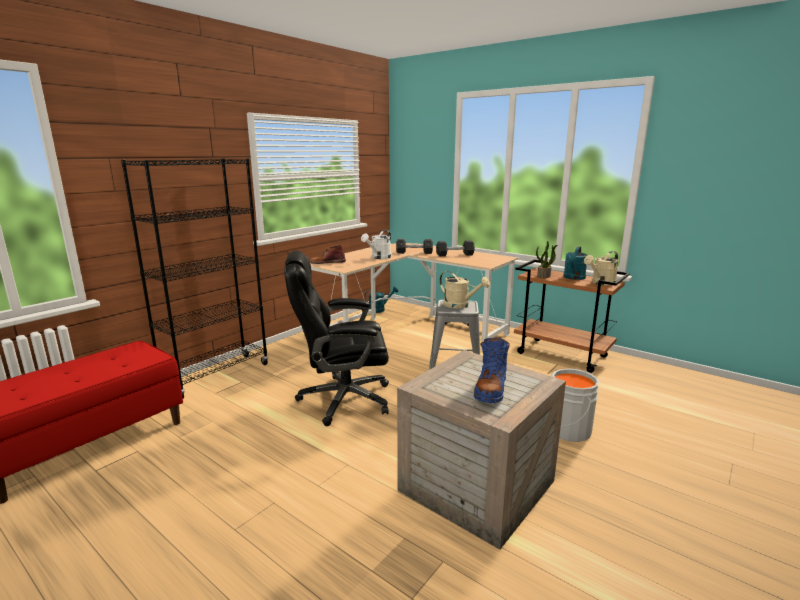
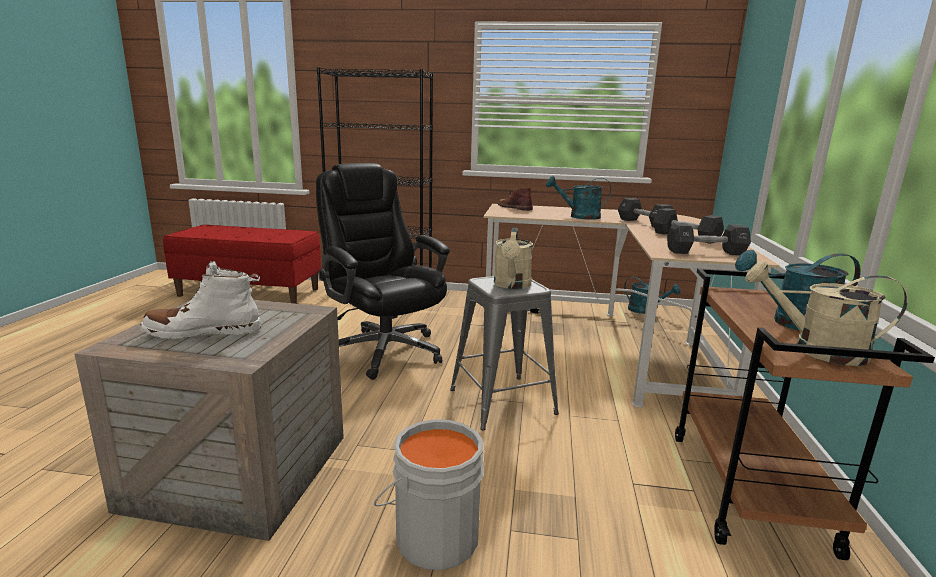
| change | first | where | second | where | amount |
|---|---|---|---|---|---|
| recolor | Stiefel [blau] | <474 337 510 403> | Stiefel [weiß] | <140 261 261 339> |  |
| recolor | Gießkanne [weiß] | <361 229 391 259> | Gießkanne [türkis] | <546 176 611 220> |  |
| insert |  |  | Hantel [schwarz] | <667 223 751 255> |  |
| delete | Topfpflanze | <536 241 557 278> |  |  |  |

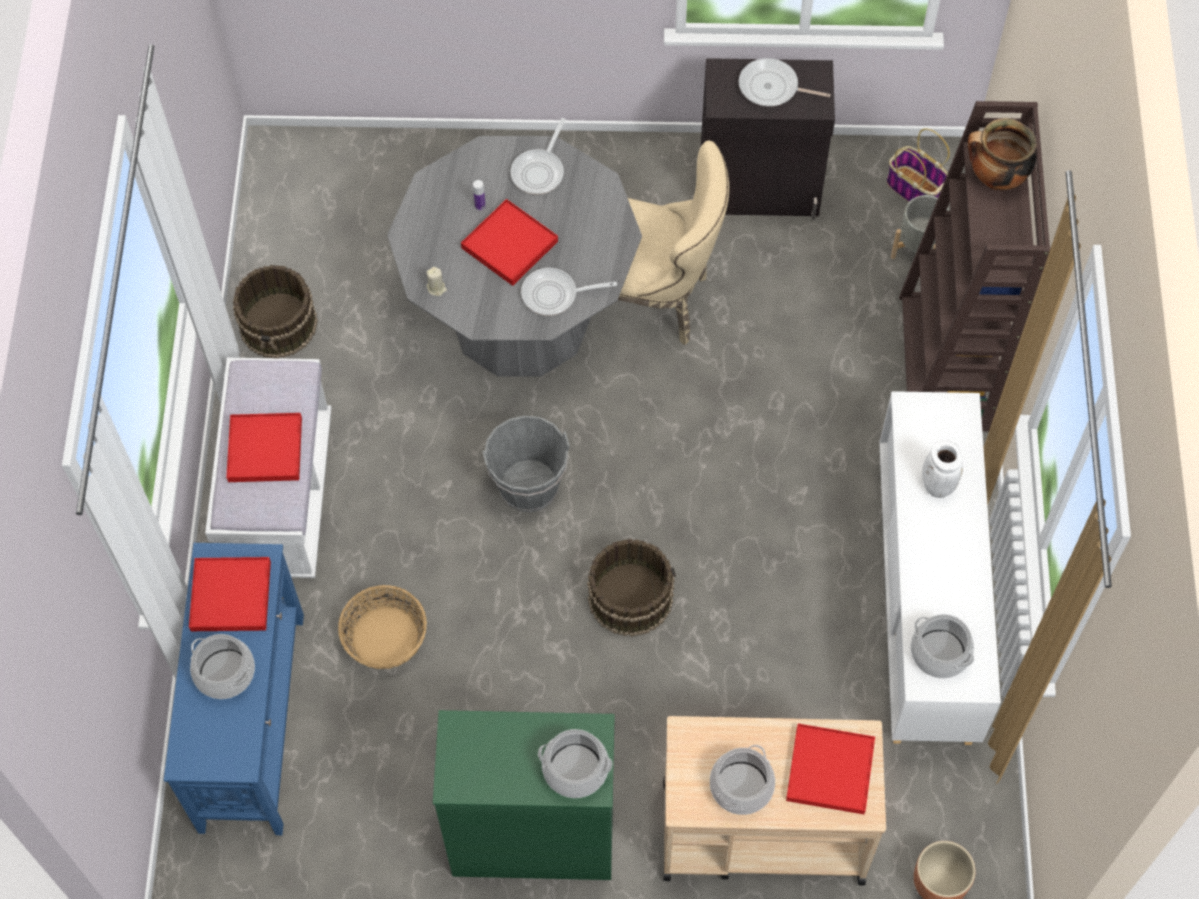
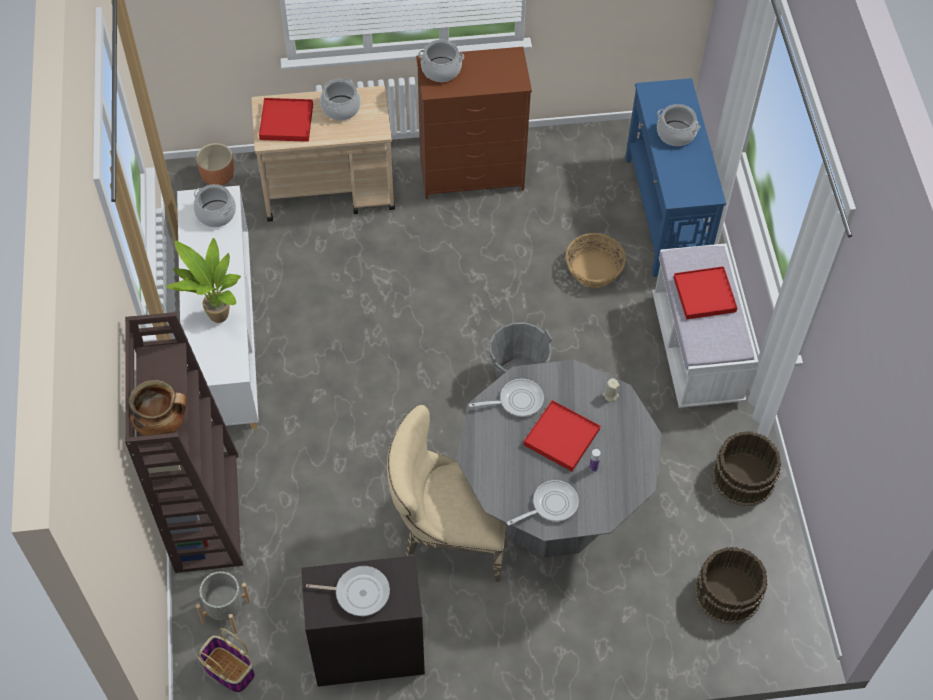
| change | first | where | second | where | amount |
|---|---|---|---|---|---|
| replace | Vase [weiß] | <922 440 963 498> | Topfpflanze | <166 238 241 323> |  |
| recolor | Kommode [grün] | <433 710 615 880> | Kommode [braun] | <416 47 532 199> |  |
| rotate | Pfanne | <511 118 566 195> |  | <507 480 579 526> | 45 degrees clockwise |
| move | Eimer [braun] | <587 539 676 637> |  | <695 547 768 624> |  |
| delete | Tablett [rot] | <189 557 271 631> |  |  |  |

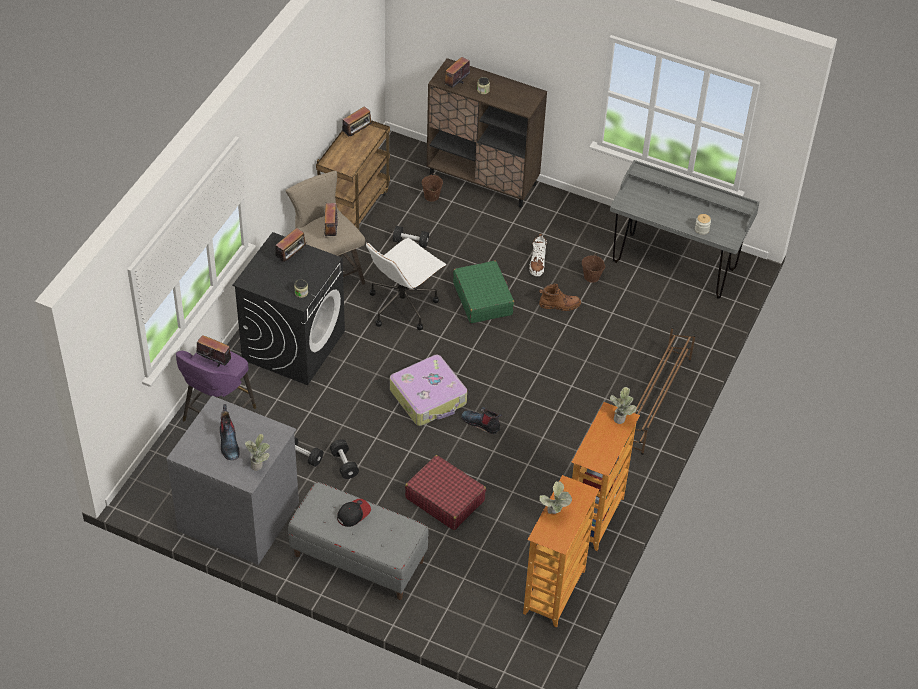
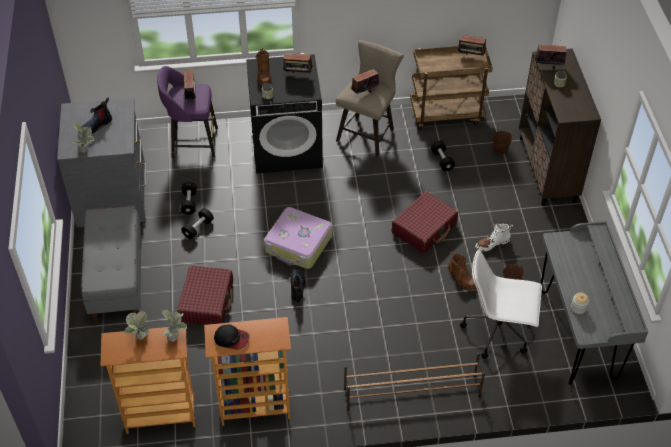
| change | first | where | second | where | amount |
|---|---|---|---|---|---|
| move | Topfpflanze | <610 387 637 424> |  | <161 309 187 342> |  |
| move | Kappe | <337 499 371 527> |  | <214 325 250 350> |  |
| insert |  |  | Stiefel [braun] | <255 48 271 86> |  |
| recolor | Koffer [grün] | <453 261 514 323> | Koffer [rot] | <392 192 458 253> |  |
| move | Bürostuhl [weiß] | <366 238 446 330> |  | <460 249 542 359> |  |

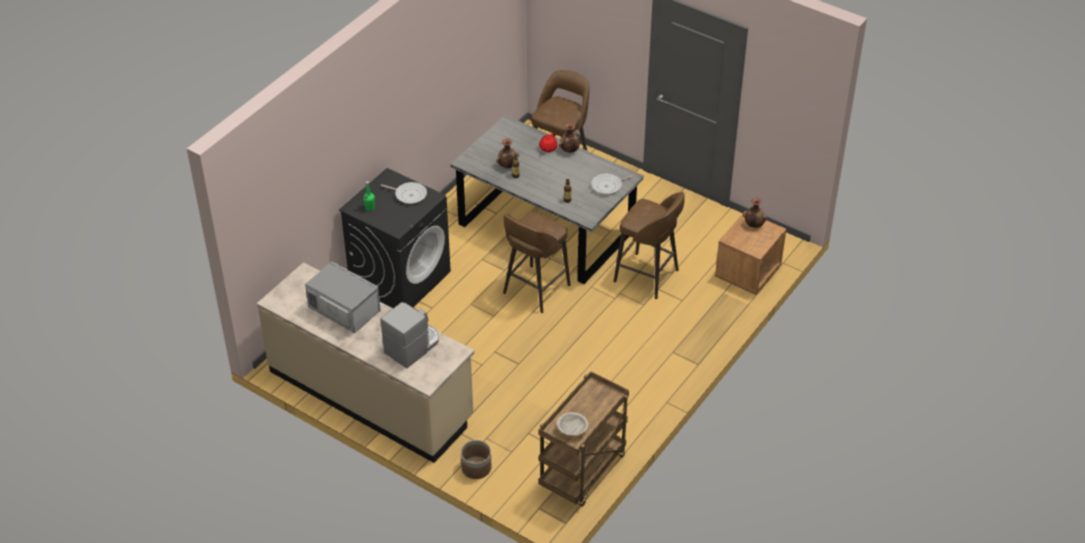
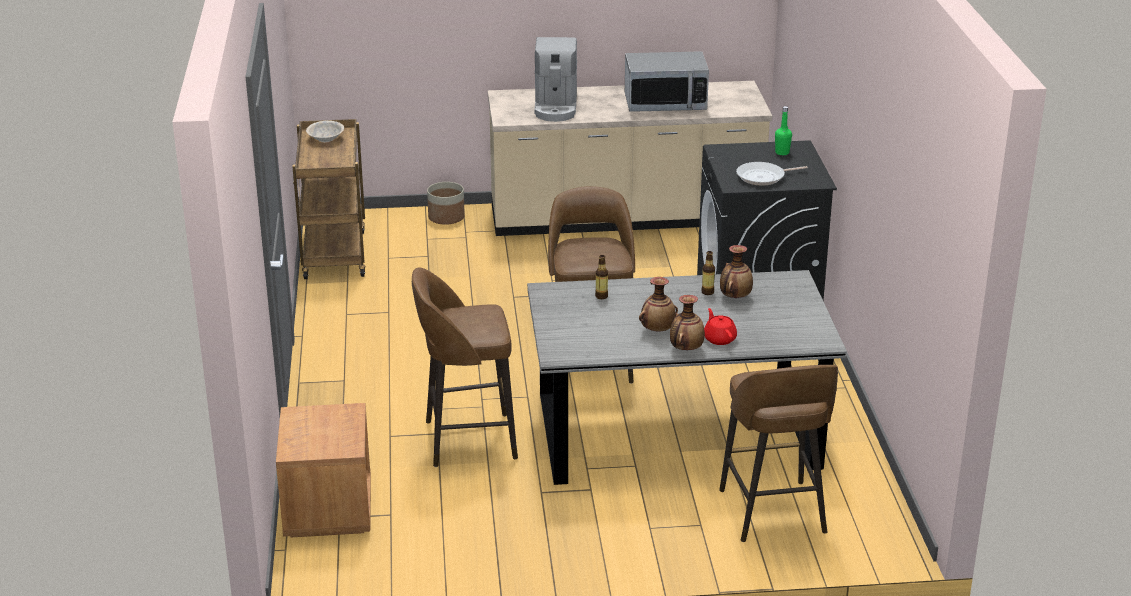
| change | first | where | second | where | amount |
|---|---|---|---|---|---|
| move | Vase | <743 198 767 228> |  | <639 277 678 332> |  |
| delete | Pfanne | <591 173 636 195> |  |  |  |

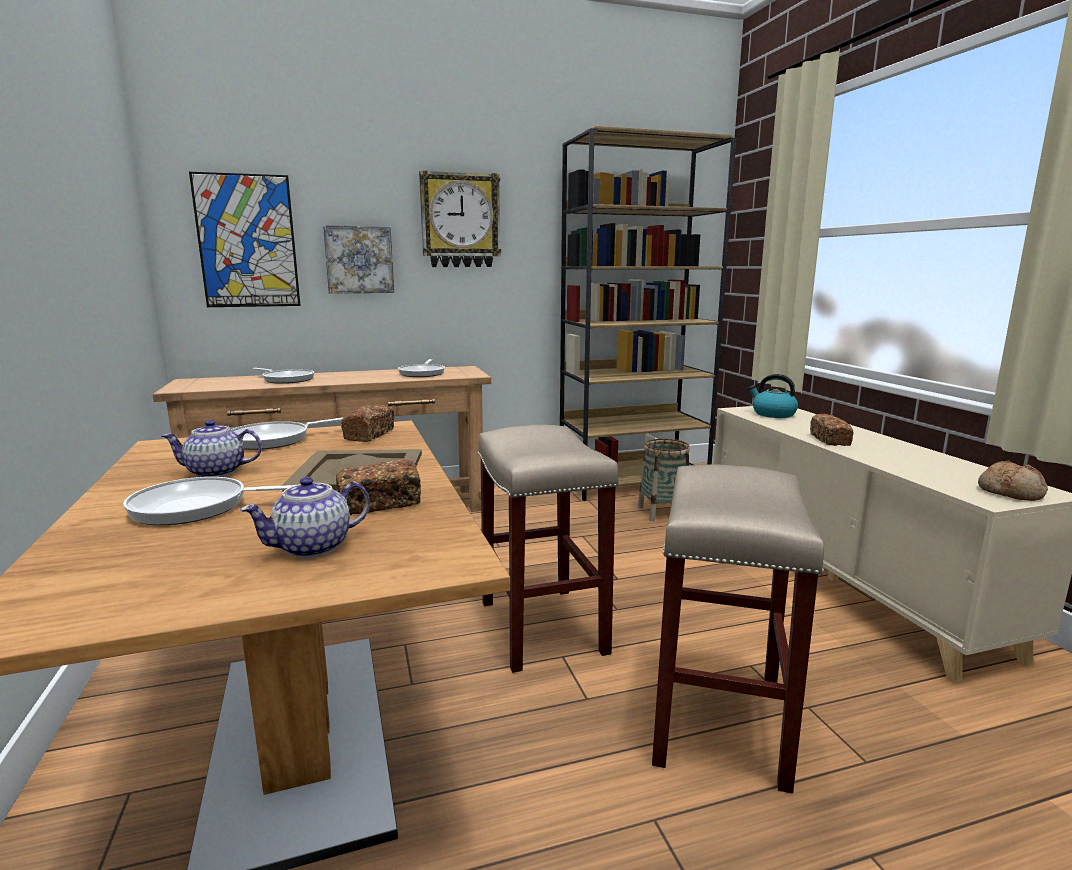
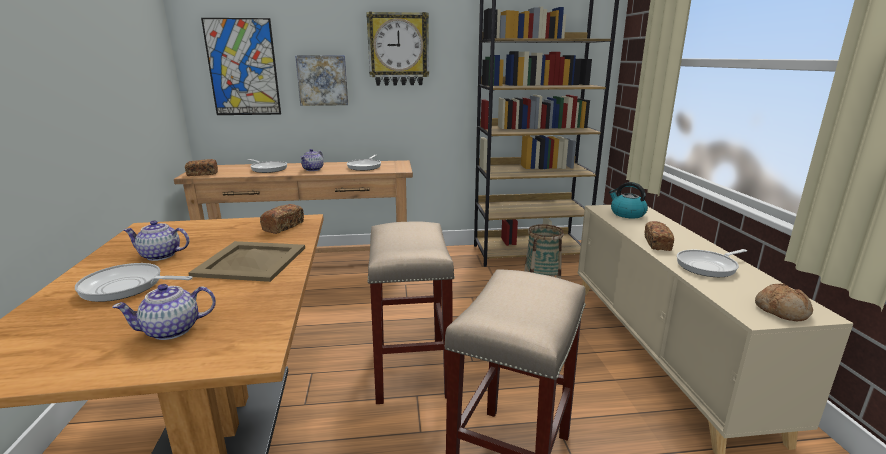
| change | first | where | second | where | amount |
|---|---|---|---|---|---|
| move | Brot | <336 459 421 515> |  | <185 159 218 176> |  |
| insert |  |  | Teekanne | <300 149 324 171> |  |
| move | Pfanne | <231 418 343 450> |  | <677 249 747 277> |  |

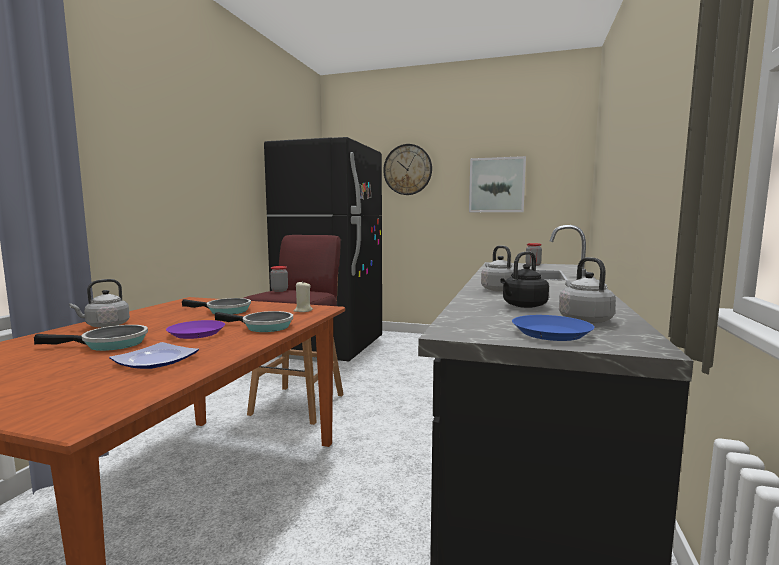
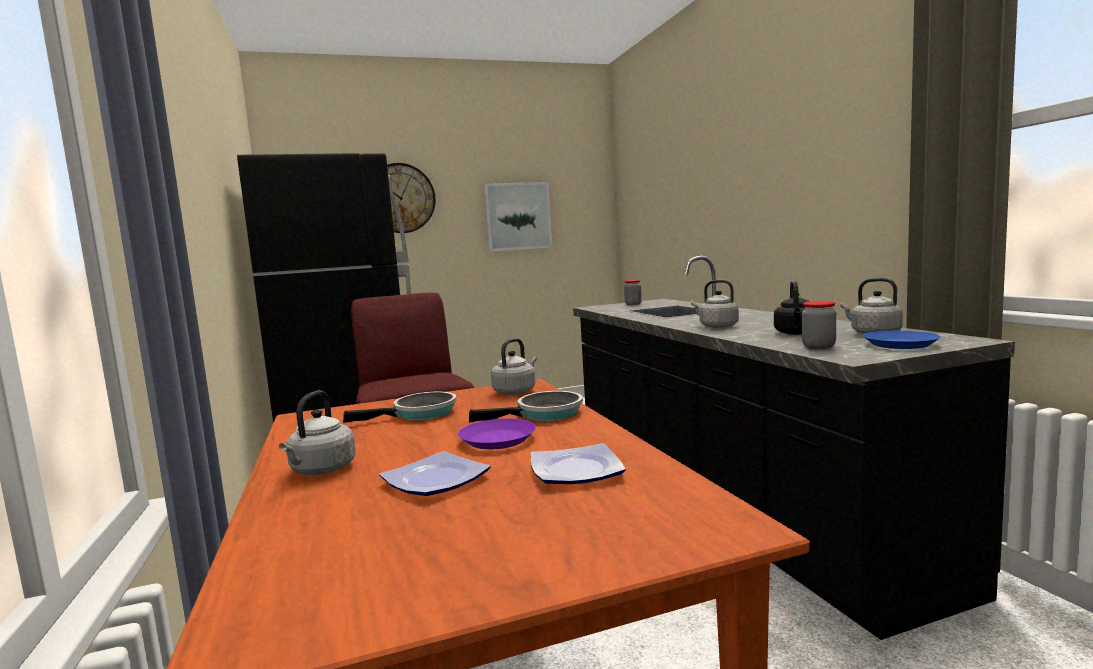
| change | first | where | second | where | amount |
|---|---|---|---|---|---|
| replace | Pfanne | <34 325 148 351> | Teller | <379 451 491 496> |  |
| replace | Kerze [beige] | <294 281 313 312> | Wasserkessel [grau] | <491 338 537 395> |  |
| move | Vorratsglas | <270 266 288 292> |  | <802 301 836 349> |  |

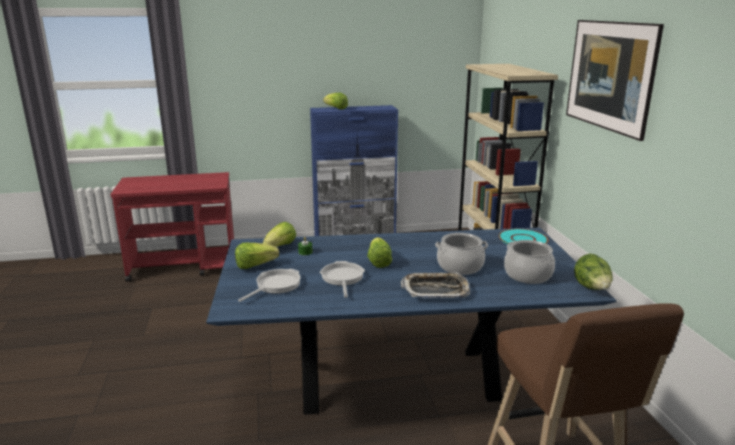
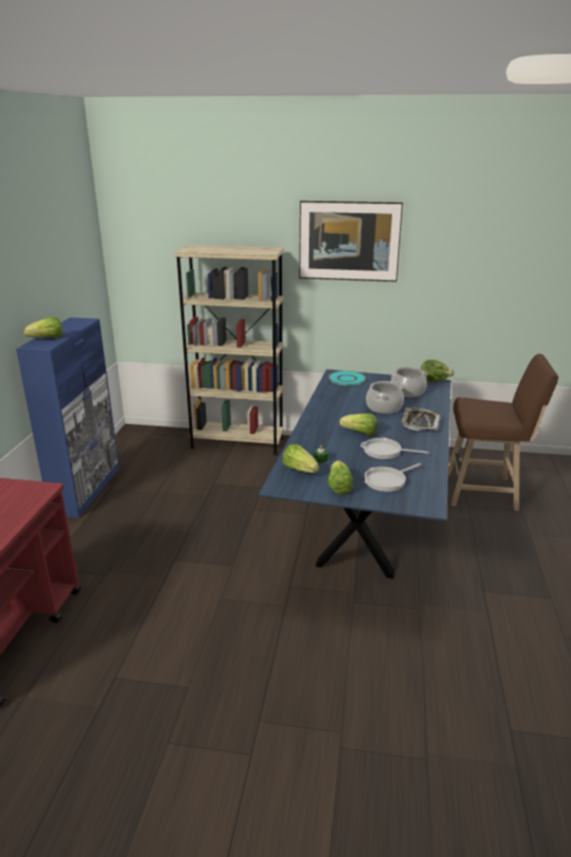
| change | first | where | second | where | amount |
|---|---|---|---|---|---|
| rotate | Pfanne | <238 269 300 302> |  | <365 463 421 492> | 90 degrees counterclockwise |

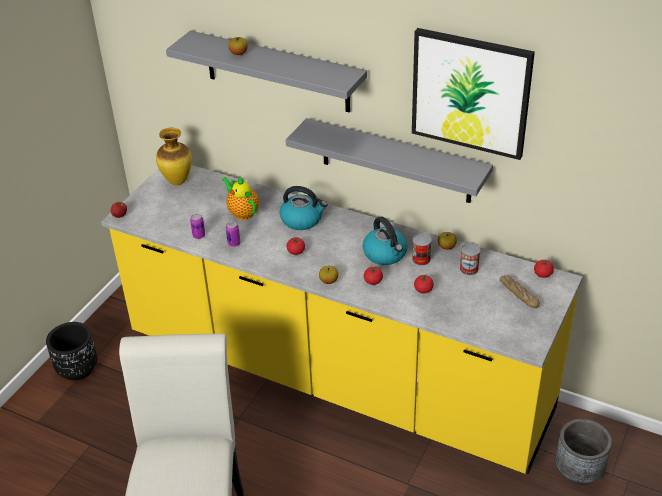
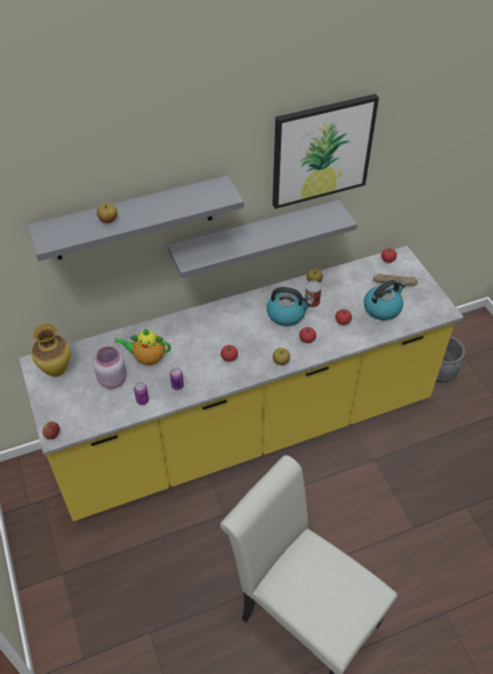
| change | first | where | second | where | amount |
|---|---|---|---|---|---|
| insert |  |  | Vorratsglas [rosa] | <93 347 127 389> |  |
| move | Wasserkessel | <280 186 328 230> |  | <364 280 406 320> |  |
| delete | Pflanzkübel [schwarz] | <46 322 97 381> |  |  |  |
| delete | Dose | <460 243 480 275> |  |  |  |

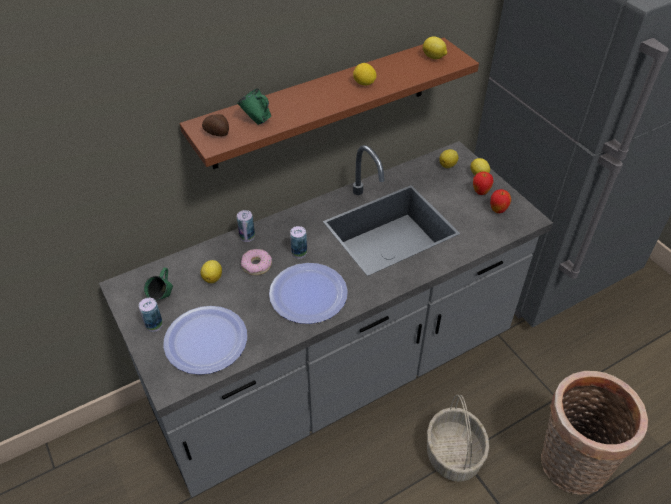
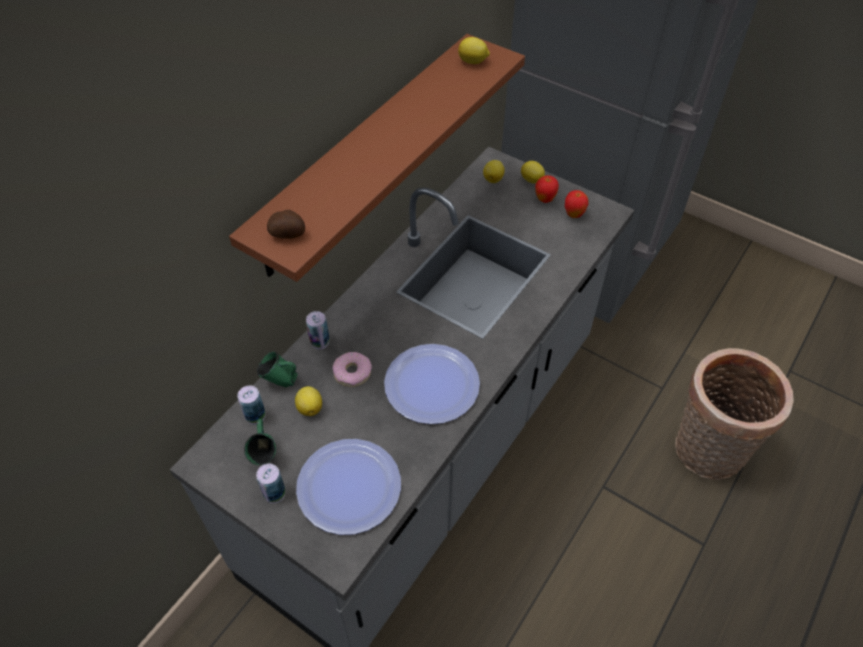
| change | first | where | second | where | amount |
|---|---|---|---|---|---|
| move | Dose | <290 226 307 259> |  | <238 385 265 425> |  |
| move | Henkelbecher [grün] | <237 88 271 125> |  | <257 352 298 387> |  |
| delete | Zitrone | <353 63 376 86> |  |  |  |
| delete | Korb | <427 395 489 482> |  |  |  |

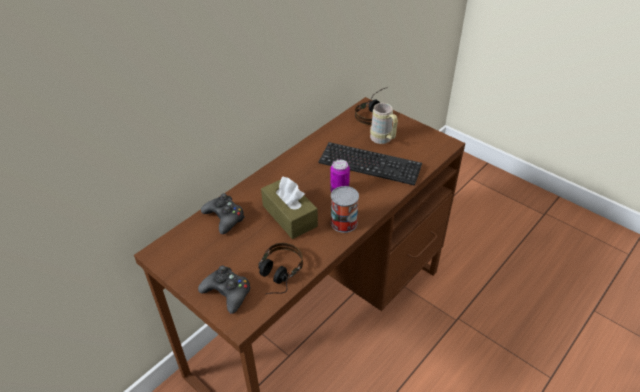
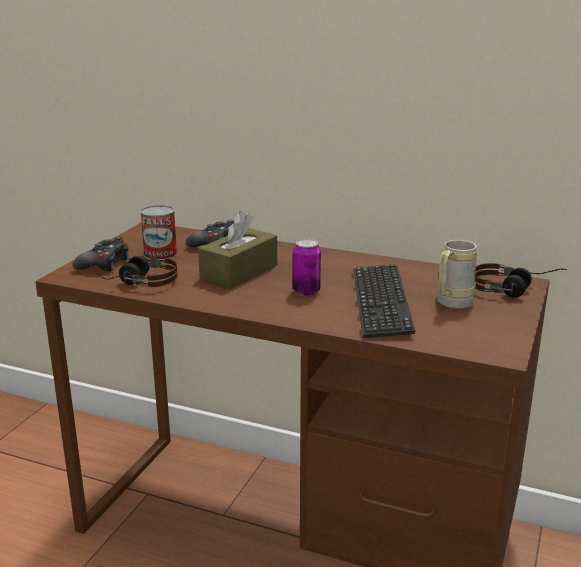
| change | first | where | second | where | amount |
|---|---|---|---|---|---|
| move | Dose | <331 186 359 233> |  | <140 205 177 260> |  |

